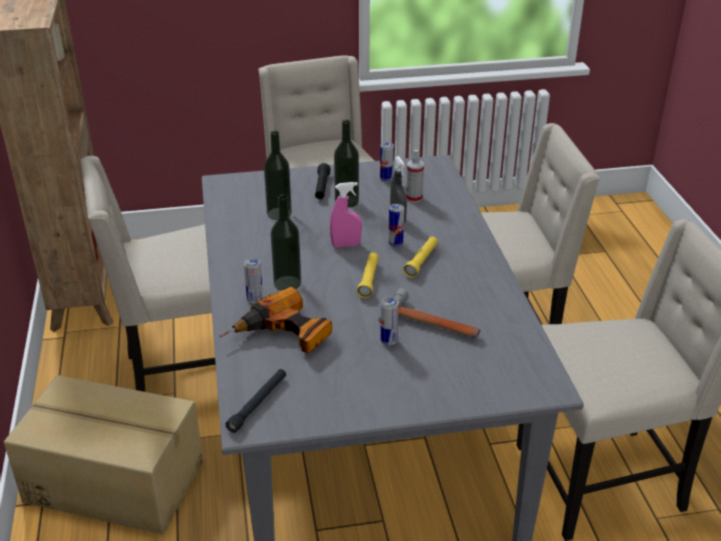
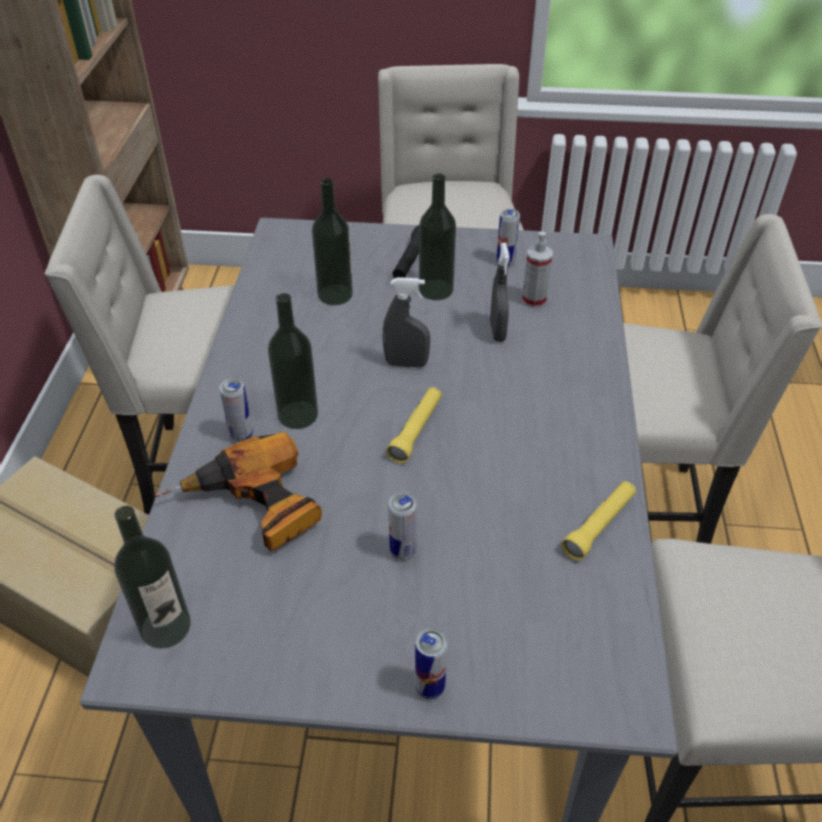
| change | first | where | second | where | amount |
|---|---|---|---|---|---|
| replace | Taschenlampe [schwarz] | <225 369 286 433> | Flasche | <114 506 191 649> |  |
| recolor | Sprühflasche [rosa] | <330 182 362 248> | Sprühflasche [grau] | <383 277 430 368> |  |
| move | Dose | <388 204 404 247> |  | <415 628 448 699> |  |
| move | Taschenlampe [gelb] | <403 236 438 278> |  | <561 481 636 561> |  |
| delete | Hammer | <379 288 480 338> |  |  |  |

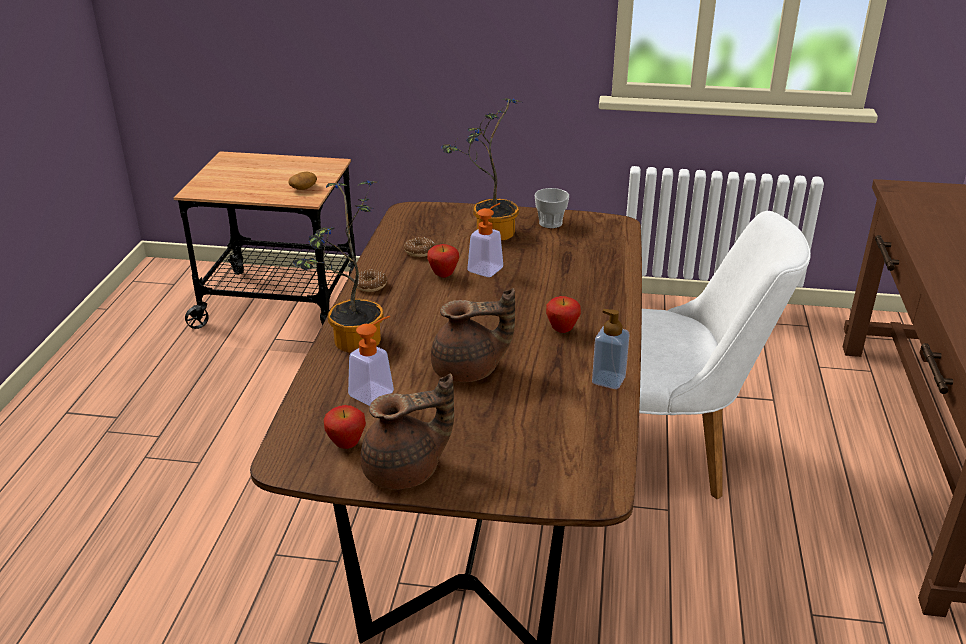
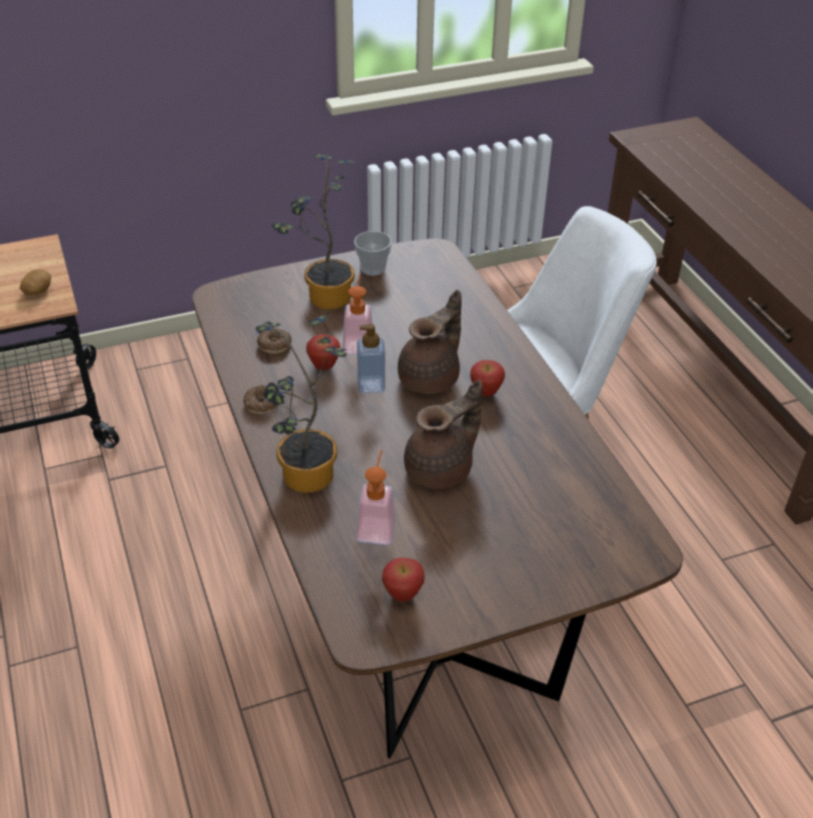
| change | first | where | second | where | amount |
|---|---|---|---|---|---|
| move | Seifenspender | <592 309 630 389> |  | <357 324 385 393> |  |
| move | Teekanne [braun] | <361 373 454 489> |  | <398 290 461 394> |  |

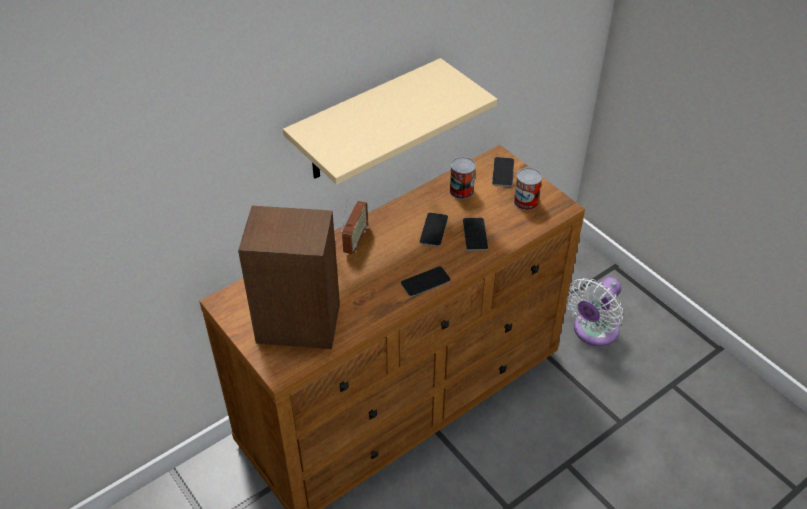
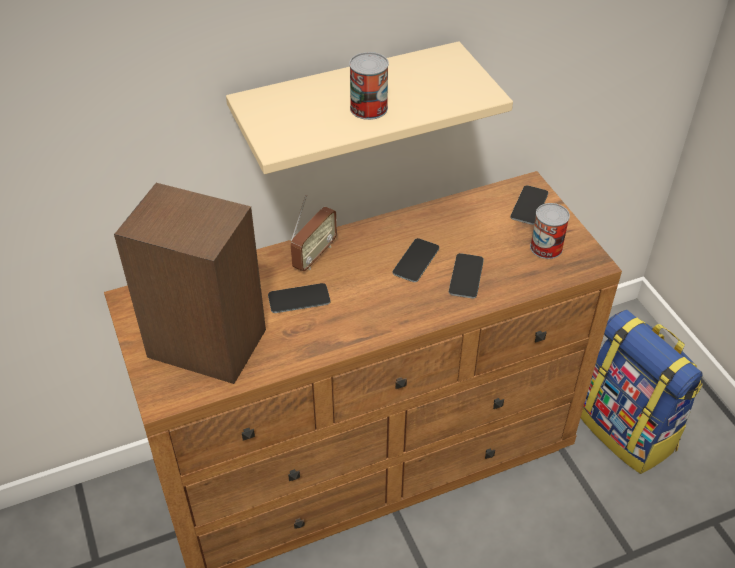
| change | first | where | second | where | amount |
|---|---|---|---|---|---|
| move | Handy | <401 267 451 297> |  | <268 283 330 313> |  |
| move | Dose | <449 157 476 199> |  | <349 52 389 120> |  |
| replace | Ventilator [weiß] | <566 277 623 346> | Rucksack | <581 310 703 474> |  |

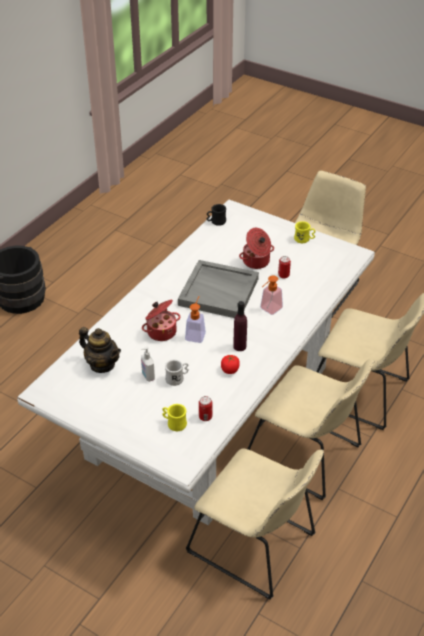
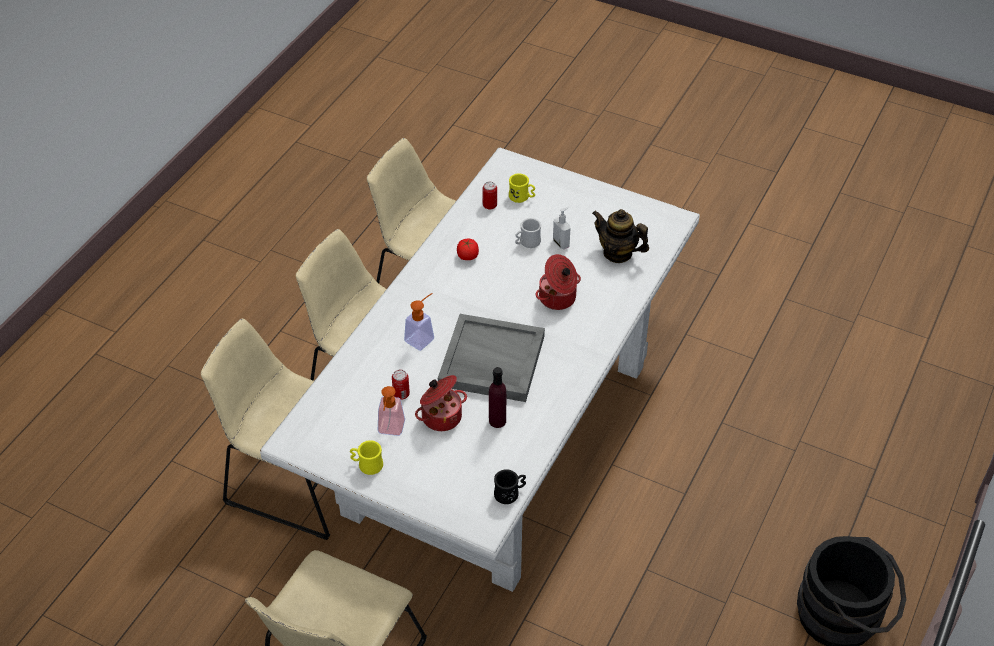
| change | first | where | second | where | amount |
|---|---|---|---|---|---|
| move | Seifenspender | <185 296 206 343> |  | <378 386 405 436> |  |
| move | Flasche [lila] | <233 301 247 351> |  | <489 367 506 428> |  |

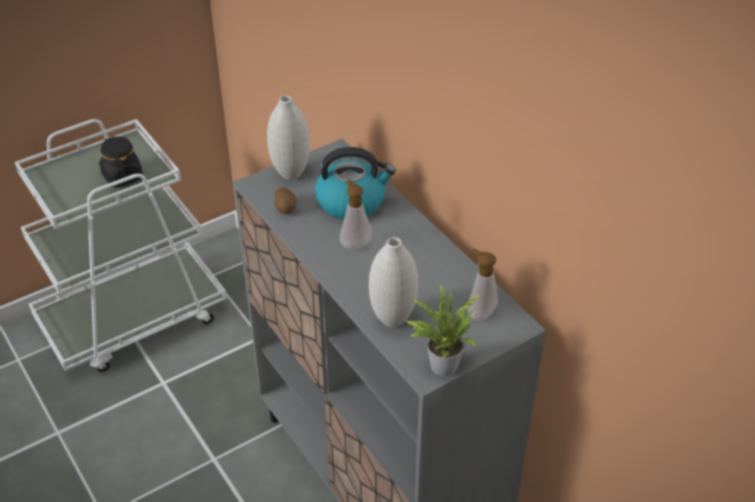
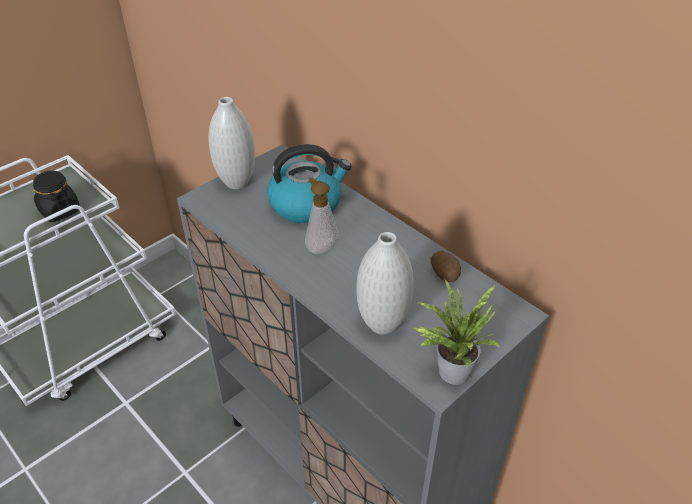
| change | first | where | second | where | amount |
|---|---|---|---|---|---|
| move | Kartoffel | <275 188 297 214> |  | <430 251 461 282> |  |
| delete | Seifenspender | <468 249 498 321> |  |  |  |

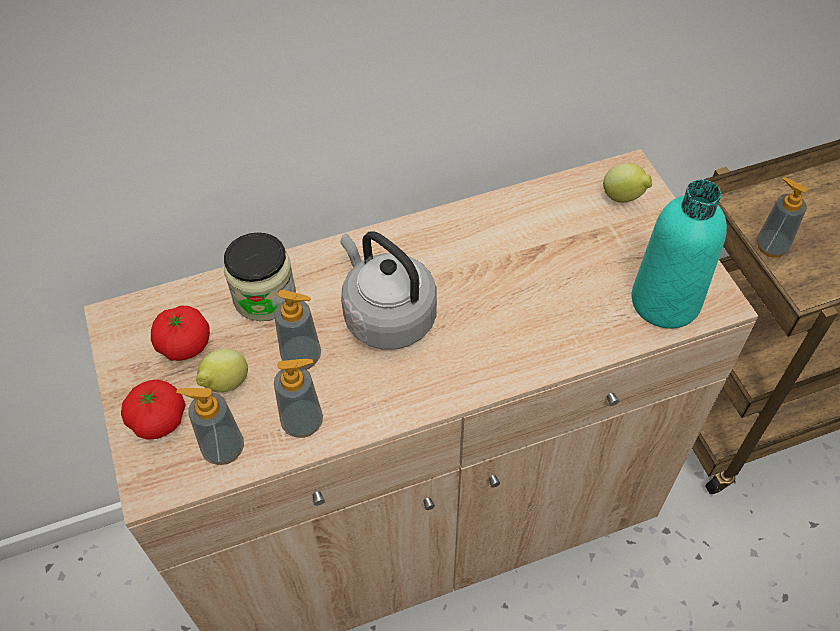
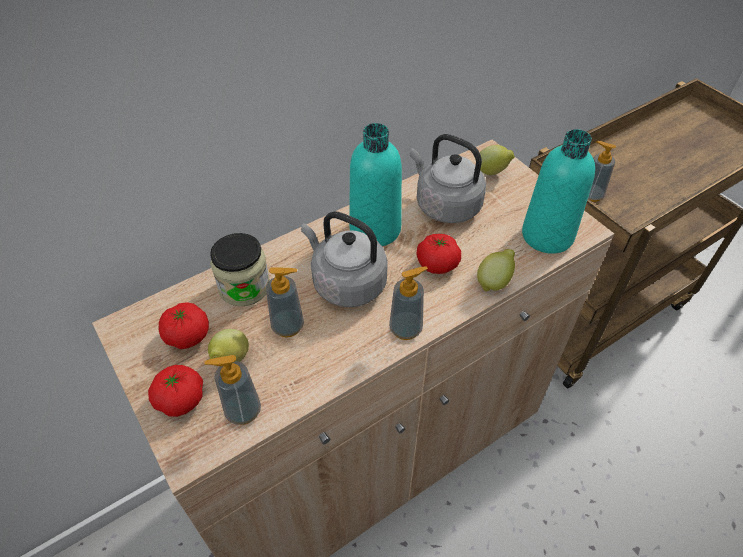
| change | first | where | second | where | amount |
|---|---|---|---|---|---|
| insert |  |  | Flasche [türkis] | <349 123 402 246> |  |
| move | Seifenspender | <274 359 323 438> |  | <389 266 428 340> |  |
| insert |  |  | Wasserkessel [grau] | <410 134 486 223> |  |
| insert |  |  | Tomate | <416 234 461 274> |  |
| insert |  |  | Zitrone | <477 249 515 292> |  |

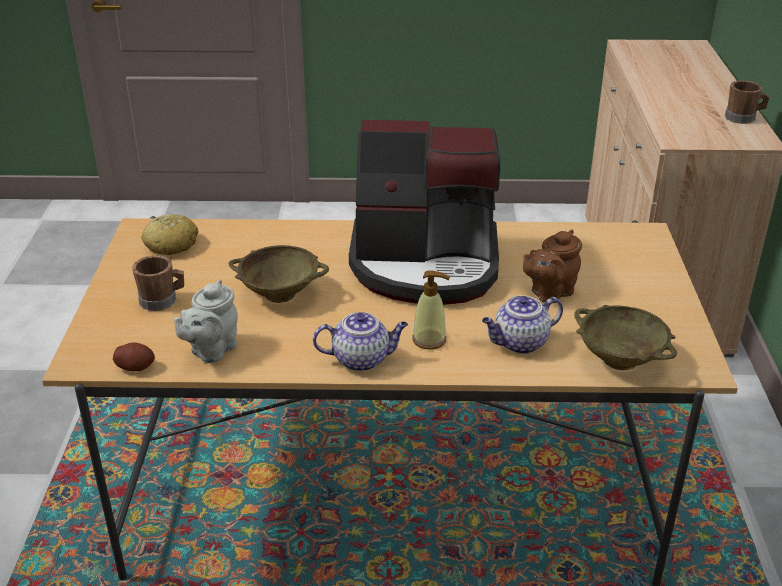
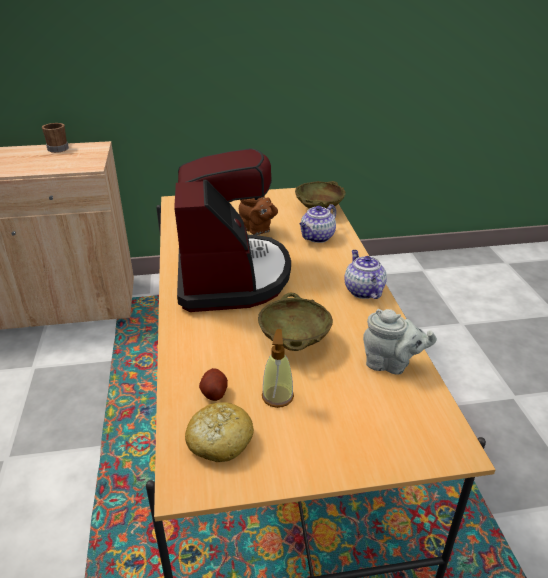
| change | first | where | second | where | amount |
|---|---|---|---|---|---|
| move | Kartoffel | <113 342 155 371> |  | <199 368 228 401> |  |
| move | Seifenspender | <412 271 450 349> |  | <262 329 294 408> |  |
| rotate | Teekanne | <482 295 563 354> |  | <299 204 336 243> | 75 degrees clockwise |
| delete | Henkelbecher [braun] | <132 255 184 311> |  |  |  |

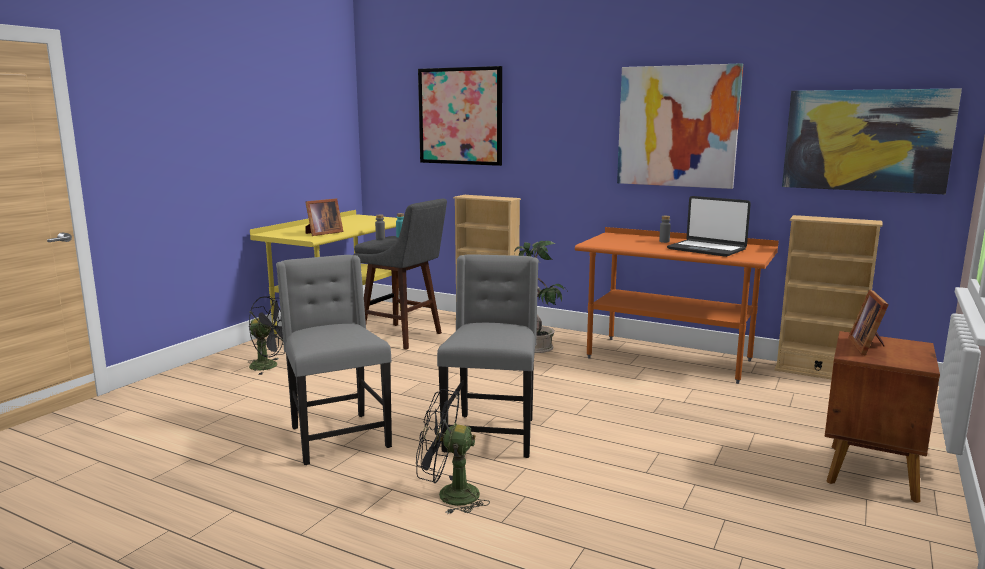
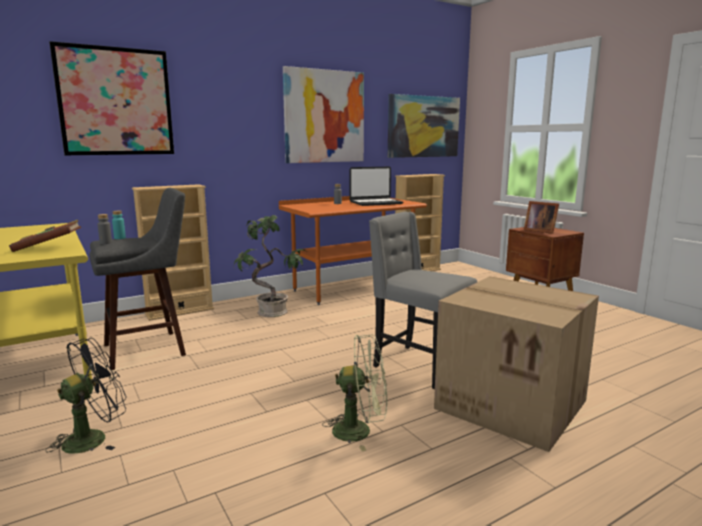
| change | first | where | second | where | amount |
|---|---|---|---|---|---|
| replace | Bilderrahmen | <305 198 343 236> | Buch [braun] | <9 220 81 252> |  |
| replace | Stuhl [grau] | <276 255 392 465> | Ventilator [grün] | <322 334 387 451> |  |
| replace | Ventilator [schwarz] | <416 389 490 514> | Karton | <434 276 599 452> |  |

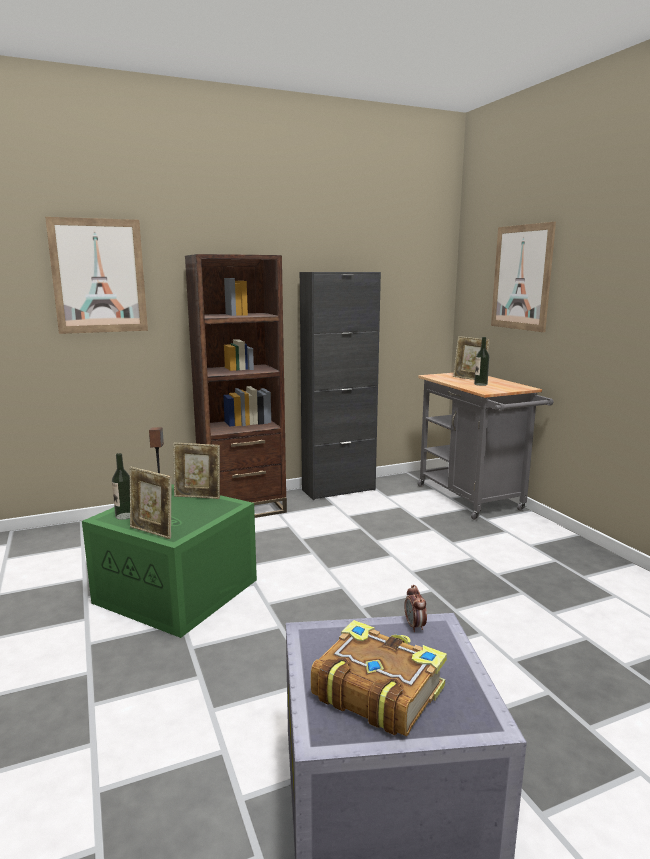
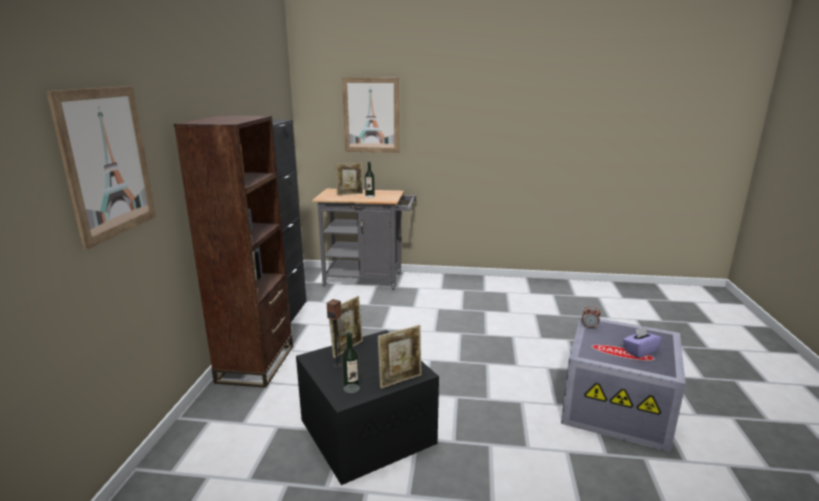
| change | first | where | second | where | amount |
|---|---|---|---|---|---|
| recolor | Aufbewahrungsbox [grün] | <82 484 257 638> | Aufbewahrungsbox [schwarz] | <296 330 439 485> |  |
| replace | Buch | <311 620 447 736> | Taschentuchbox [lila] | <623 327 662 358> |  |

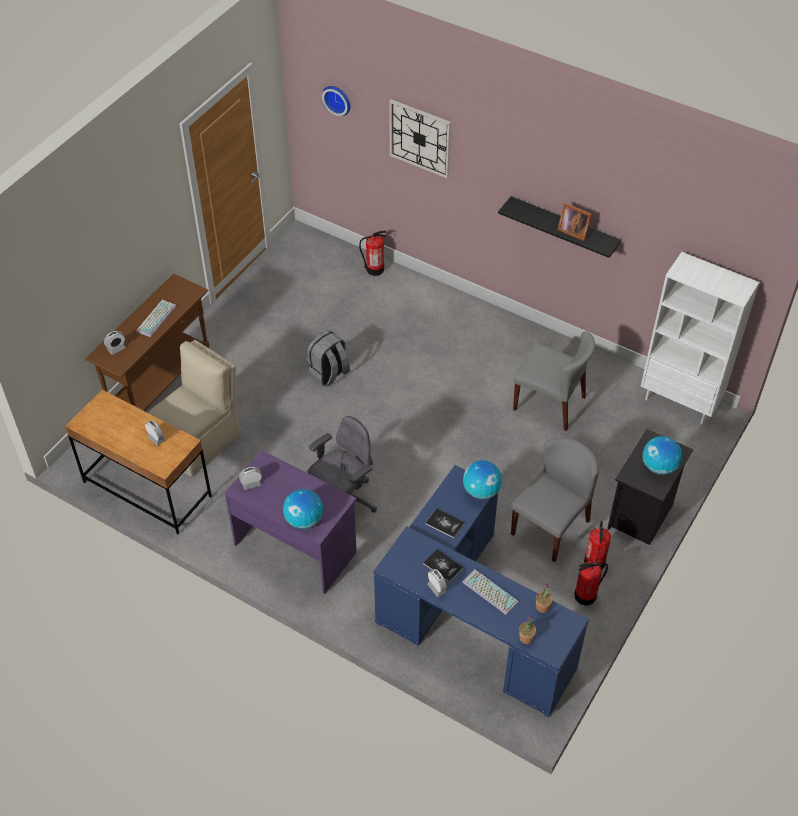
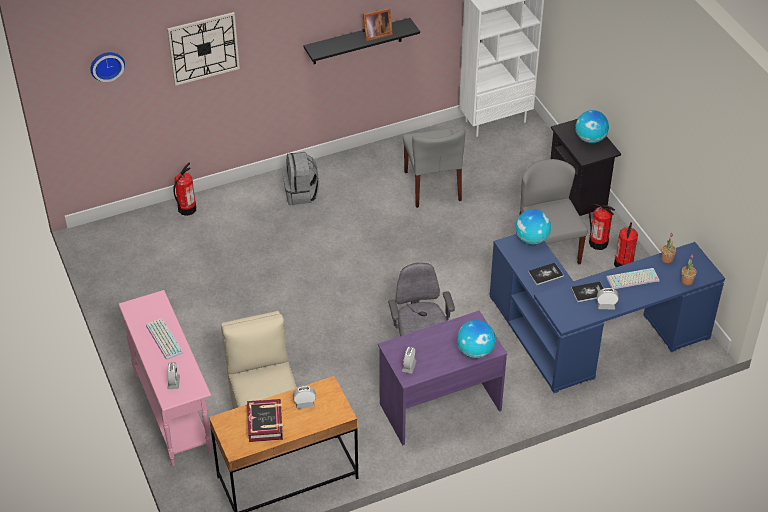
| change | first | where | second | where | amount |
|---|---|---|---|---|---|
| recolor | Konsolentisch [braun] | <85 274 210 411> | Konsolentisch [rosa] | <118 290 212 466> |  |
| insert |  |  | Buch | <247 399 284 442> |  |
| move | Rucksack [grau] | <306 330 350 386> |  | <283 152 319 205> |  |
| rotate | Stuhl [grau] | <513 332 595 431> |  | <403 129 465 208> | 105 degrees clockwise |

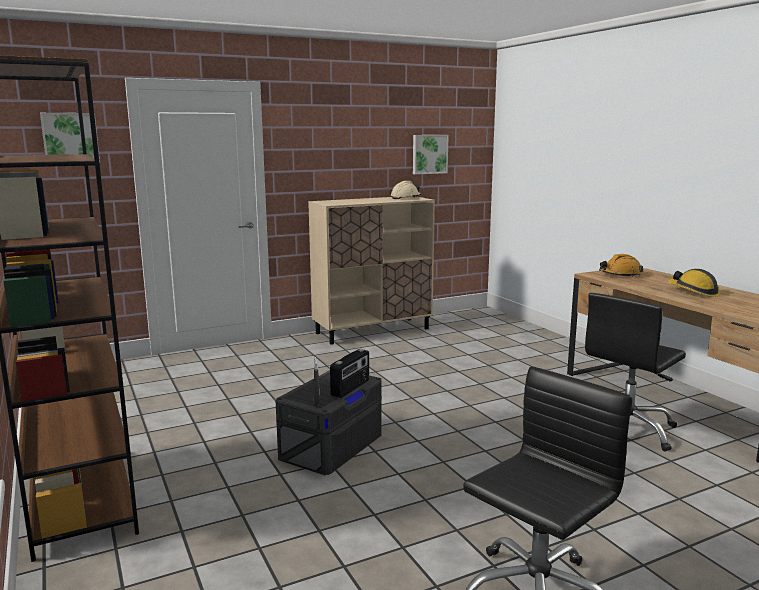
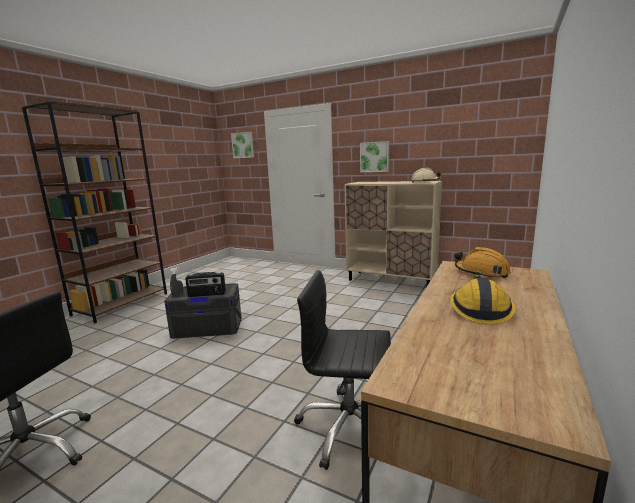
| change | first | where | second | where | amount |
|---|---|---|---|---|---|
| move | Bild | <413 135 449 174> |  | <360 141 389 172> |  |

